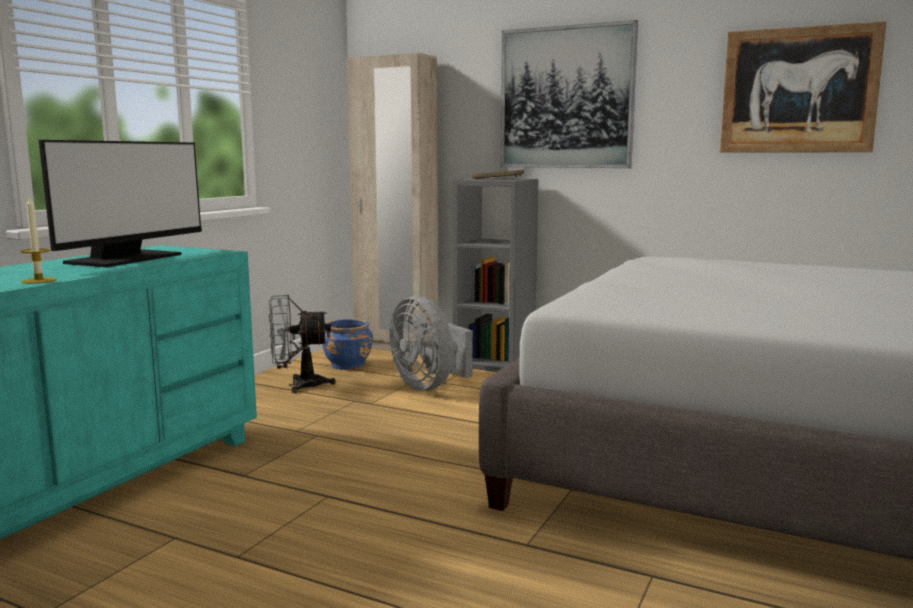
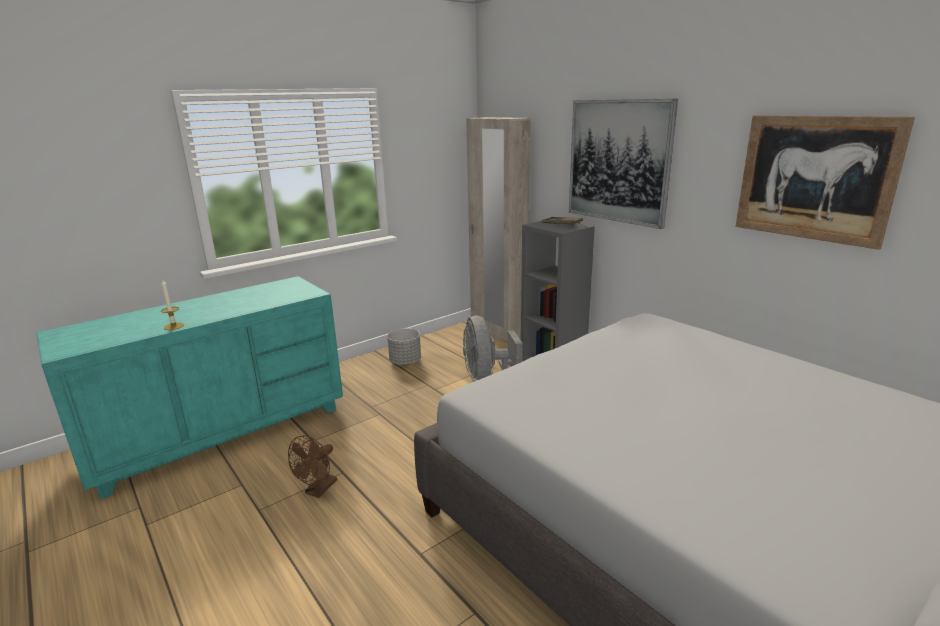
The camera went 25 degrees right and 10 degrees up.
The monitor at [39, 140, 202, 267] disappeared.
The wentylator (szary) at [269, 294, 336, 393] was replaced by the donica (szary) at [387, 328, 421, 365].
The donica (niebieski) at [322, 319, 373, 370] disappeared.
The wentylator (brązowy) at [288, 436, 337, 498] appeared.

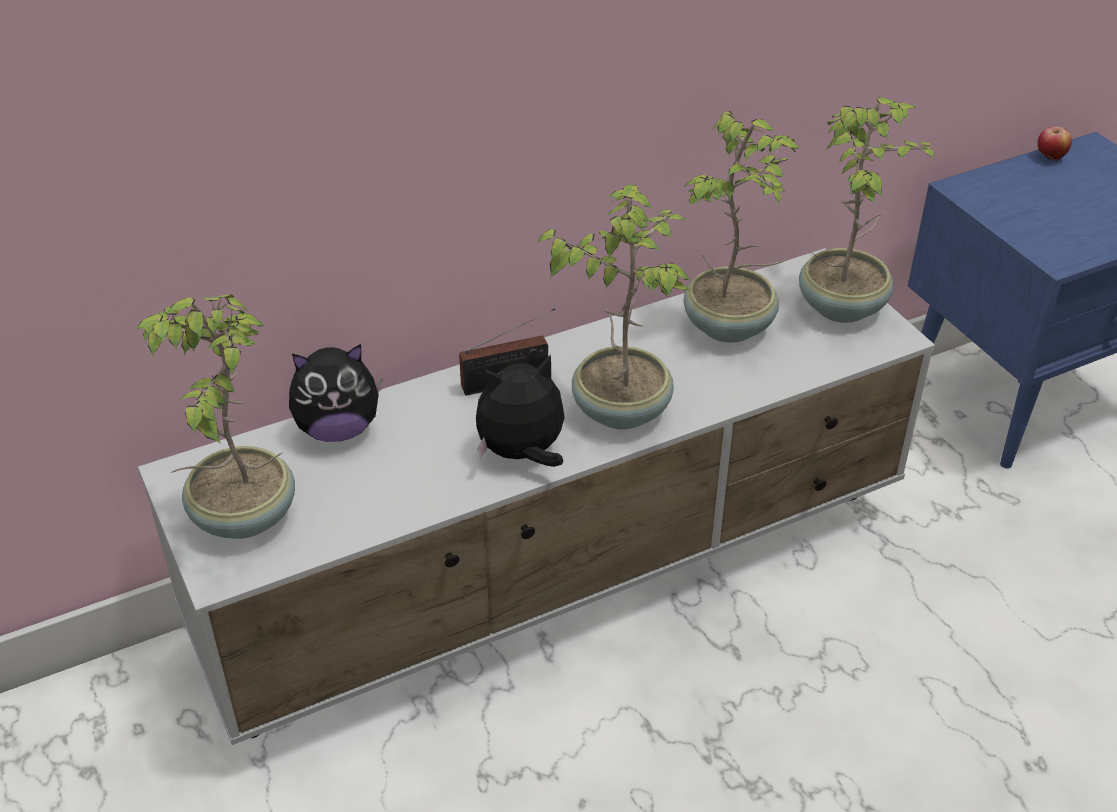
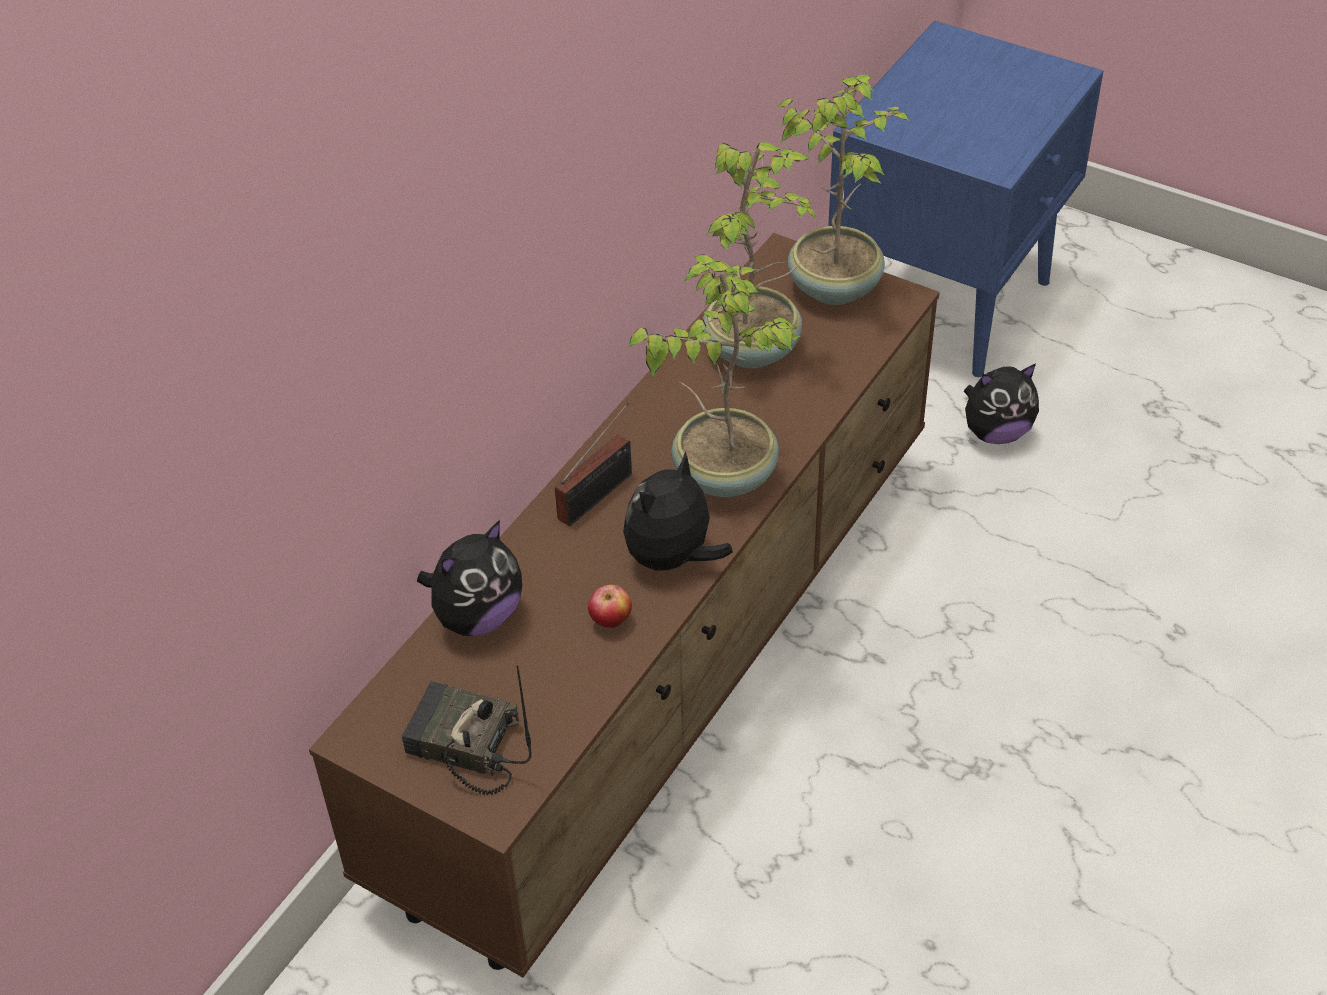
The camera went 30 degrees left and 5 degrees up.
The roślina doniczkowa at [134, 294, 295, 539] was replaced by the radio at [402, 665, 532, 795].
The szafka pod telewizor (biały) at [138, 248, 935, 745] became the szafka pod telewizor (brązowy) at [309, 233, 940, 977].
The jabłko moved from [1037, 126, 1072, 161] to [588, 585, 632, 628].
The pluszak at [964, 364, 1039, 444] appeared.

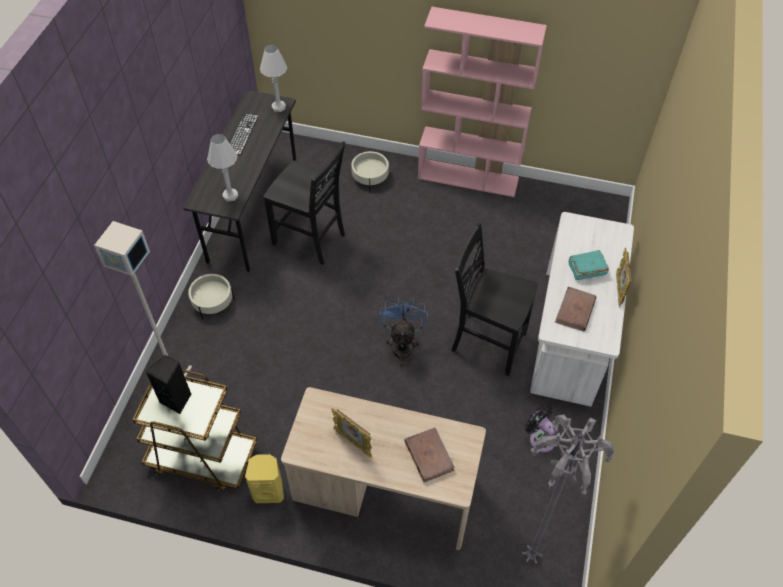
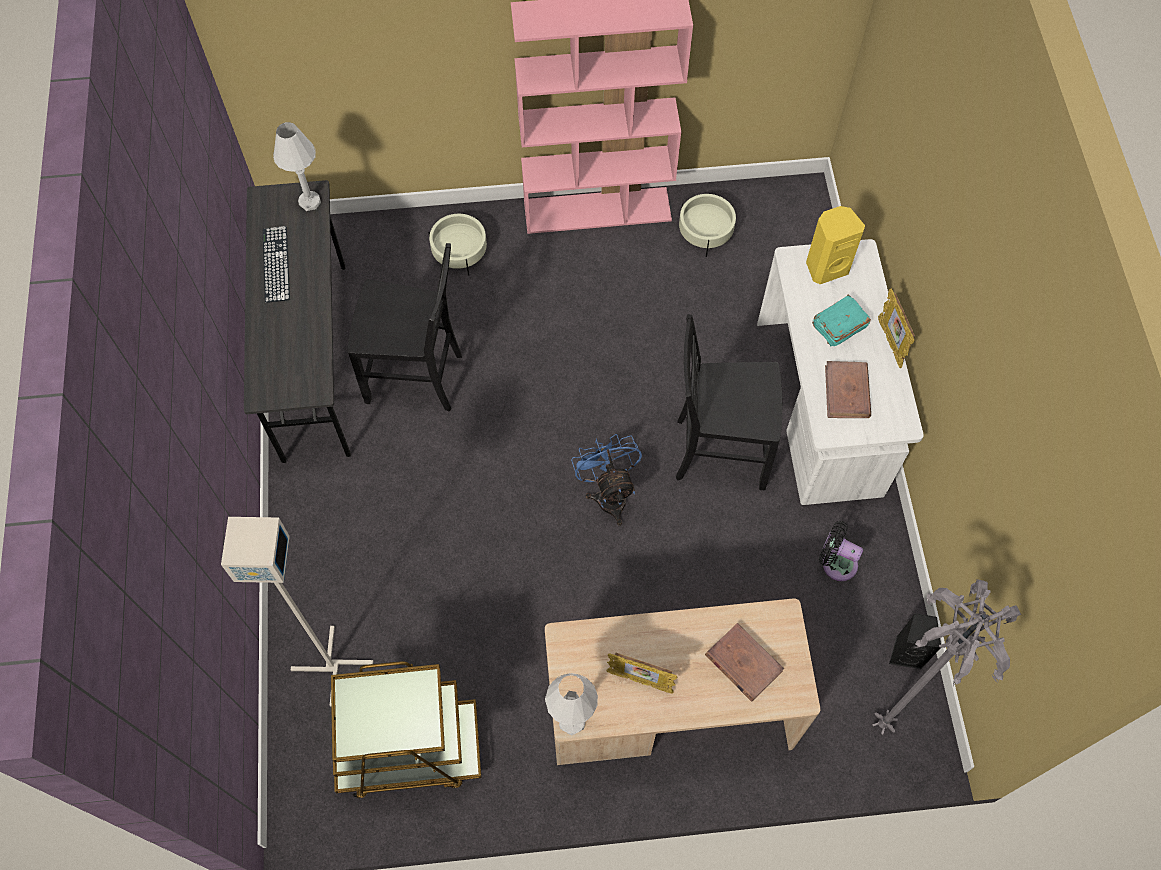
The camera went 20 degrees left and 10 degrees up.
The głośnik (czarny) moved from [145, 355, 191, 414] to [889, 613, 941, 669].
The donica (beżowy) moved from [188, 274, 235, 319] to [679, 194, 736, 257].
The lampa stołowa (biały) moved from [207, 134, 238, 201] to [545, 673, 598, 736].
The głośnik (żółty) moved from [245, 454, 284, 503] to [806, 206, 865, 284].

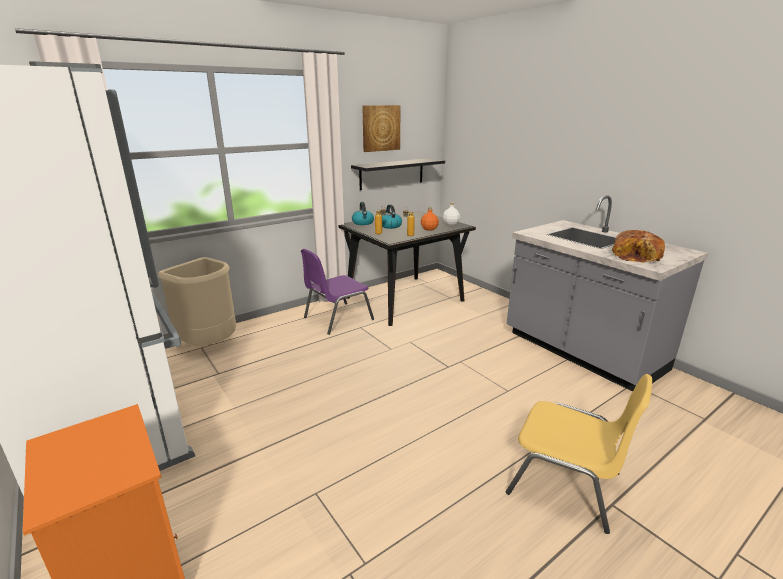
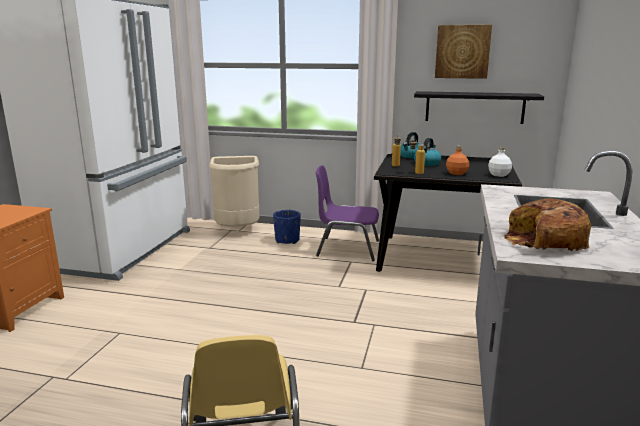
The camera went 50 degrees right and 5 degrees down.
The donica (niebieski) at [273, 210, 301, 244] appeared.

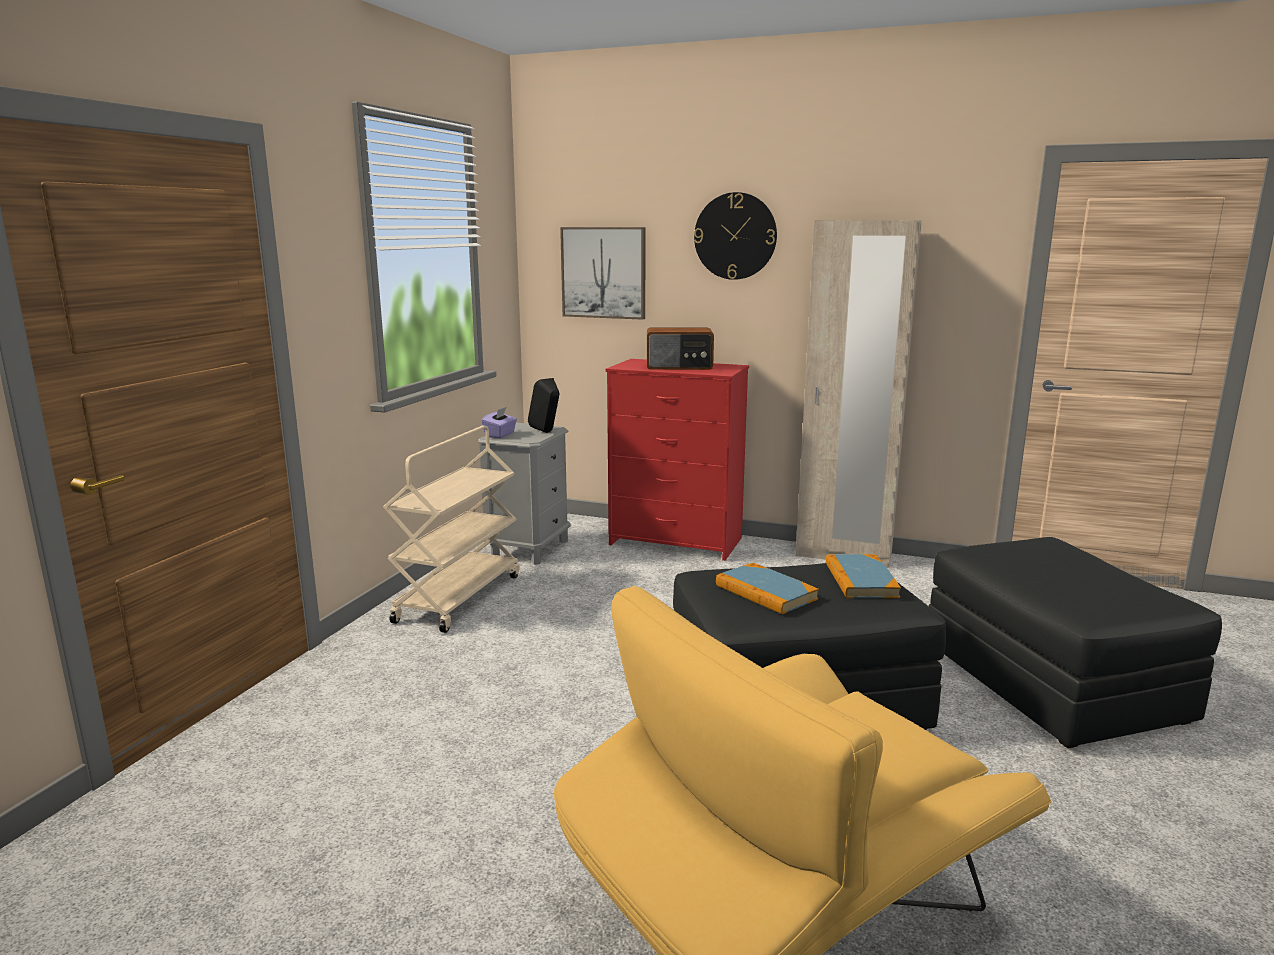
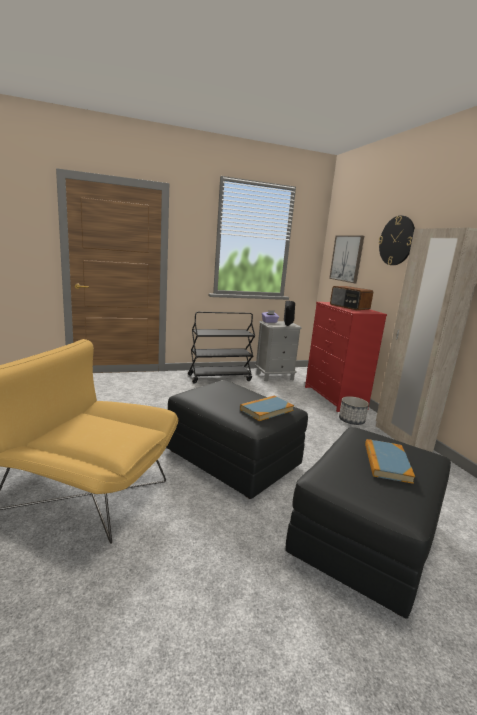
The camera went 50 degrees right and 0 degrees up.
The wózek (beżowy) at [383, 426, 519, 633] became the wózek (czarny) at [188, 312, 255, 384].
The książka moved from [716, 563, 819, 614] to [365, 439, 415, 484].
The donica at [339, 396, 369, 425] appeared.

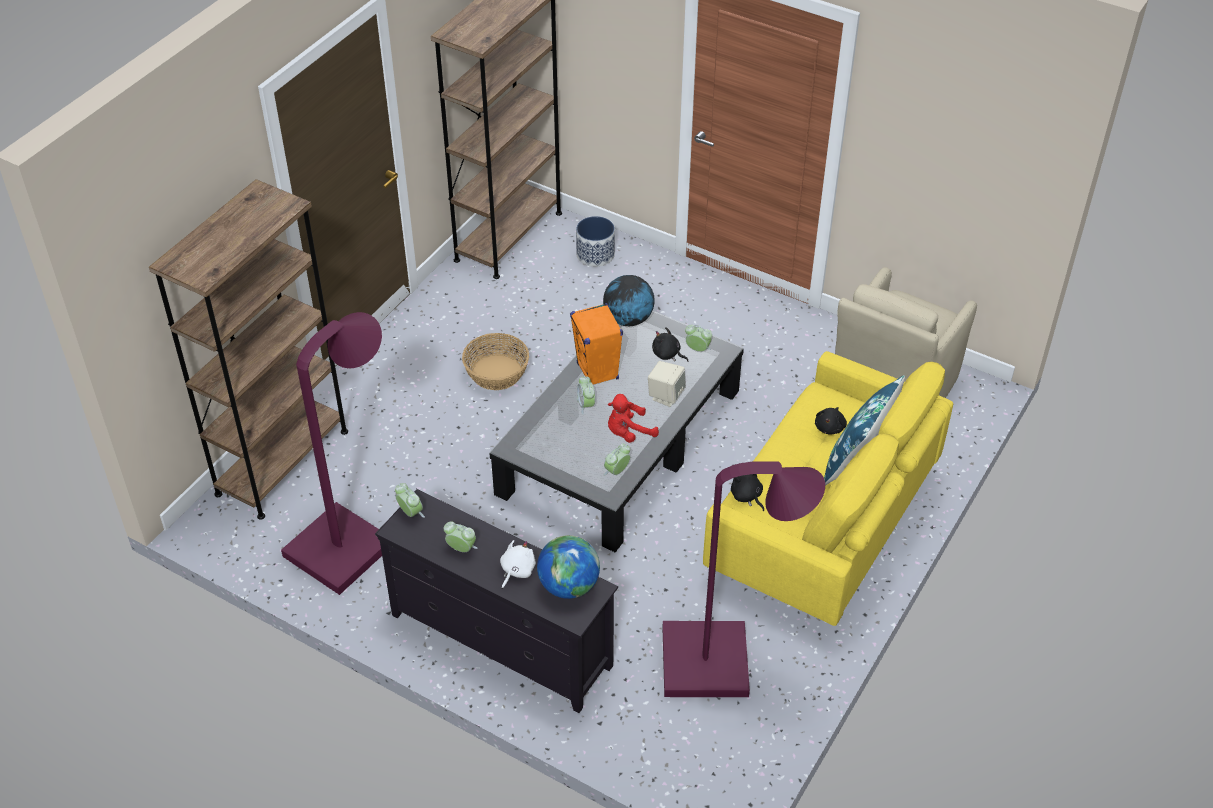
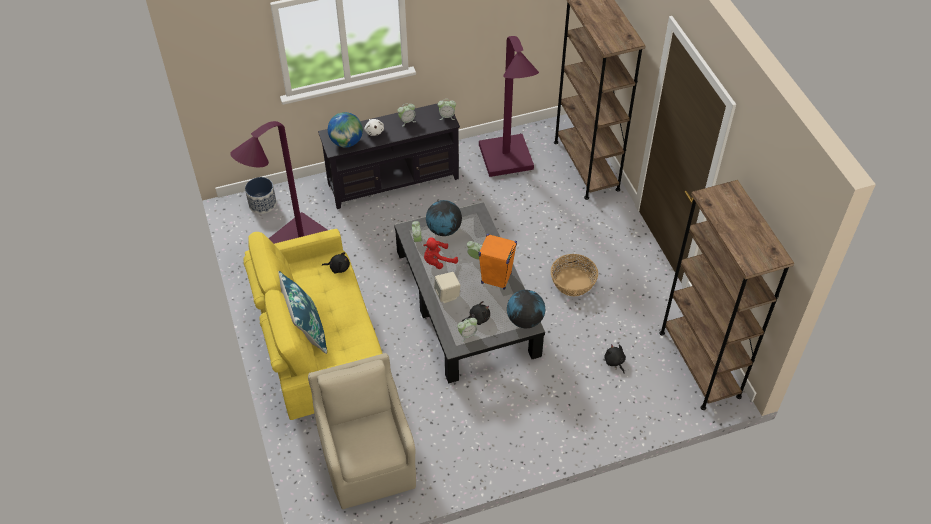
The camera went 130 degrees right and 5 degrees up.
The donica moved from [576, 216, 615, 267] to [245, 177, 276, 214].
The pluszak (czerwony) at [608, 394, 659, 443] turned 135 degrees counterclockwise.
The pluszak (czarny) moved from [815, 407, 847, 435] to [604, 344, 626, 373].
The globus at [426, 200, 462, 236] appeared.

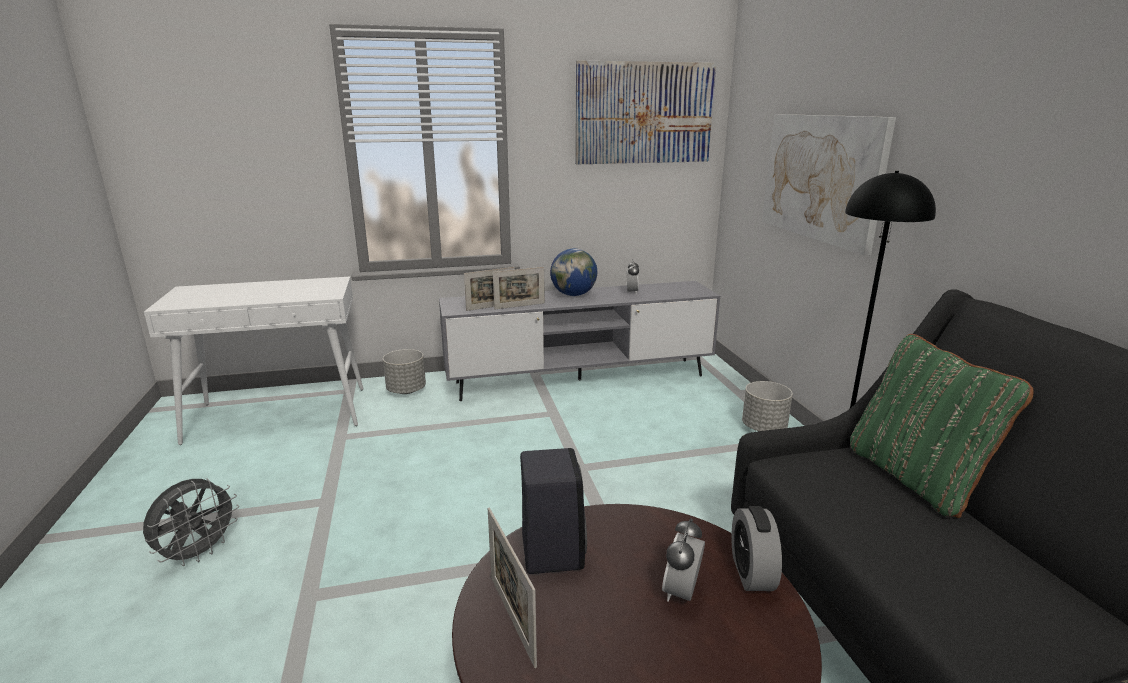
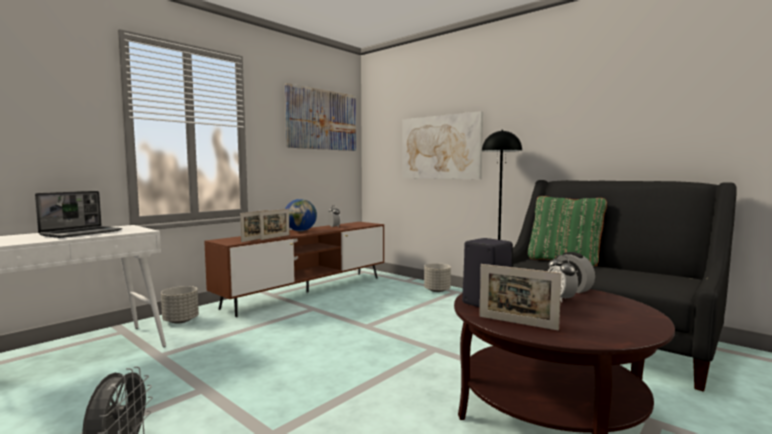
The camera went 35 degrees left and 15 degrees down.
The szafka pod telewizor (szary) at [439, 281, 720, 401] became the szafka pod telewizor (brązowy) at [204, 222, 384, 317].
The laptop at [35, 191, 122, 238] appeared.

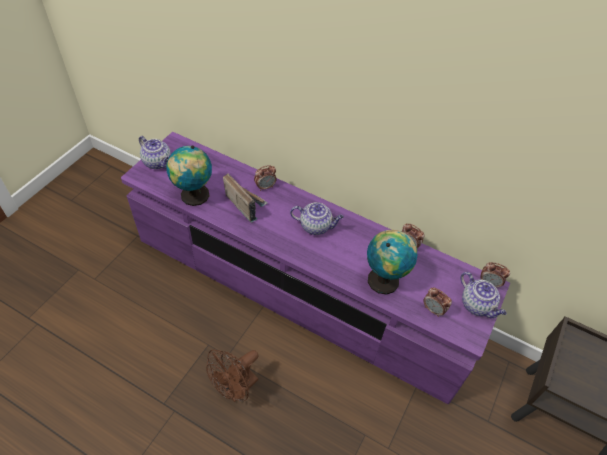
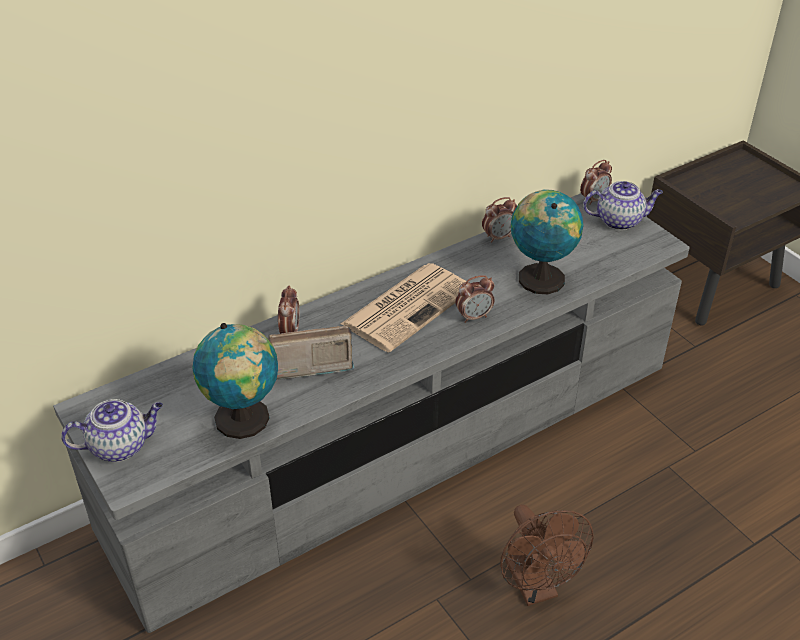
The camera went 60 degrees left and 10 degrees down.
The szafka pod telewizor (fioletowy) at [121, 132, 510, 404] became the szafka pod telewizor (szary) at [53, 193, 689, 633].
The imbryk at [290, 202, 344, 235] was replaced by the gazeta at [341, 263, 467, 352].
The budzik moved from [423, 287, 452, 317] to [455, 275, 494, 323].

